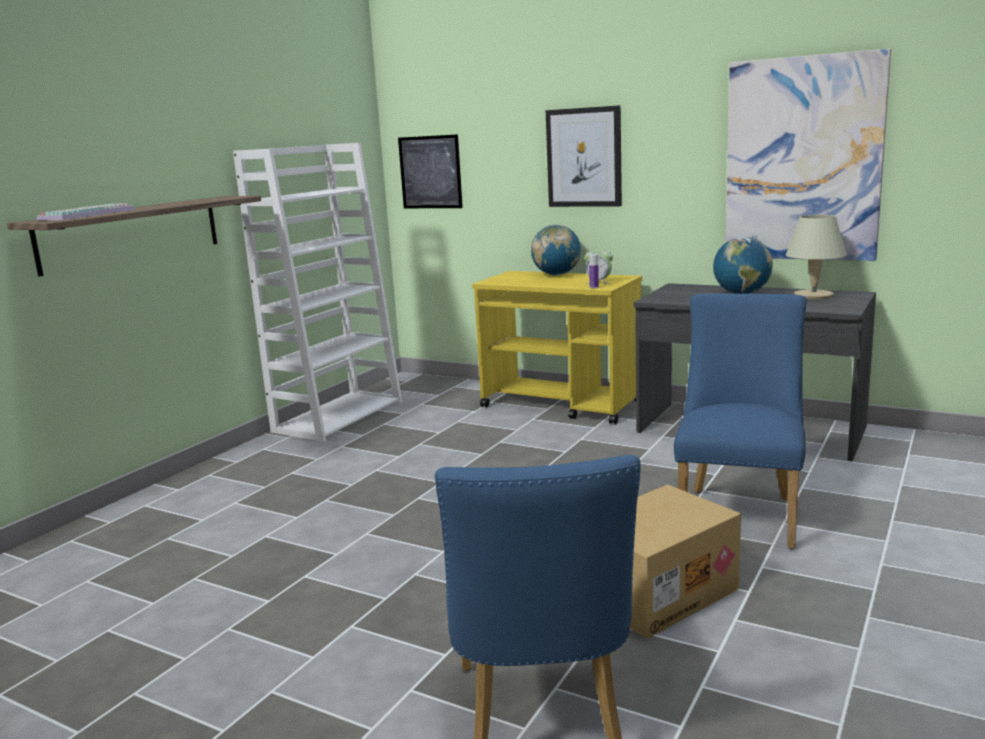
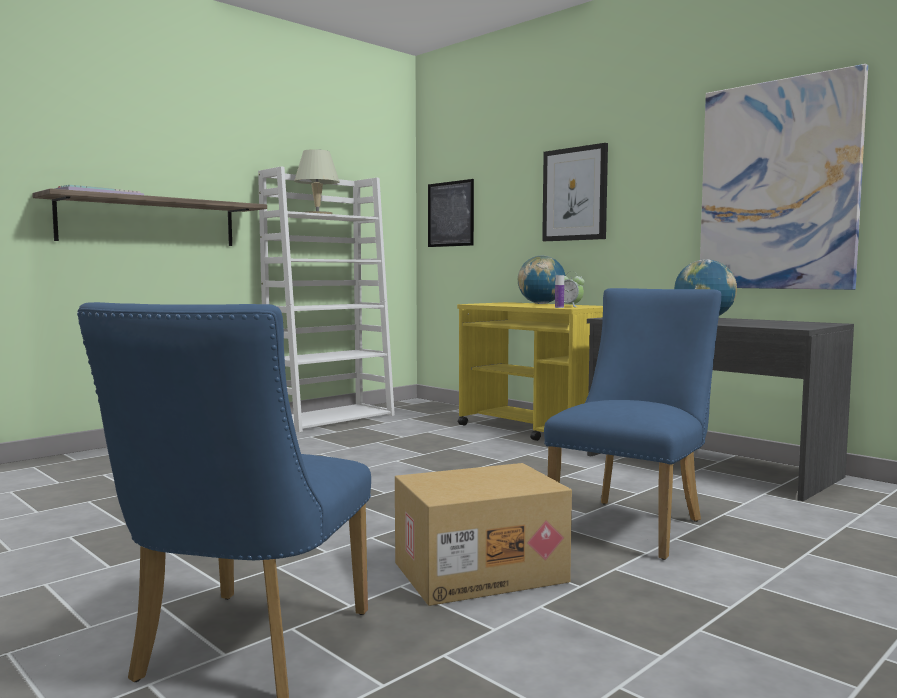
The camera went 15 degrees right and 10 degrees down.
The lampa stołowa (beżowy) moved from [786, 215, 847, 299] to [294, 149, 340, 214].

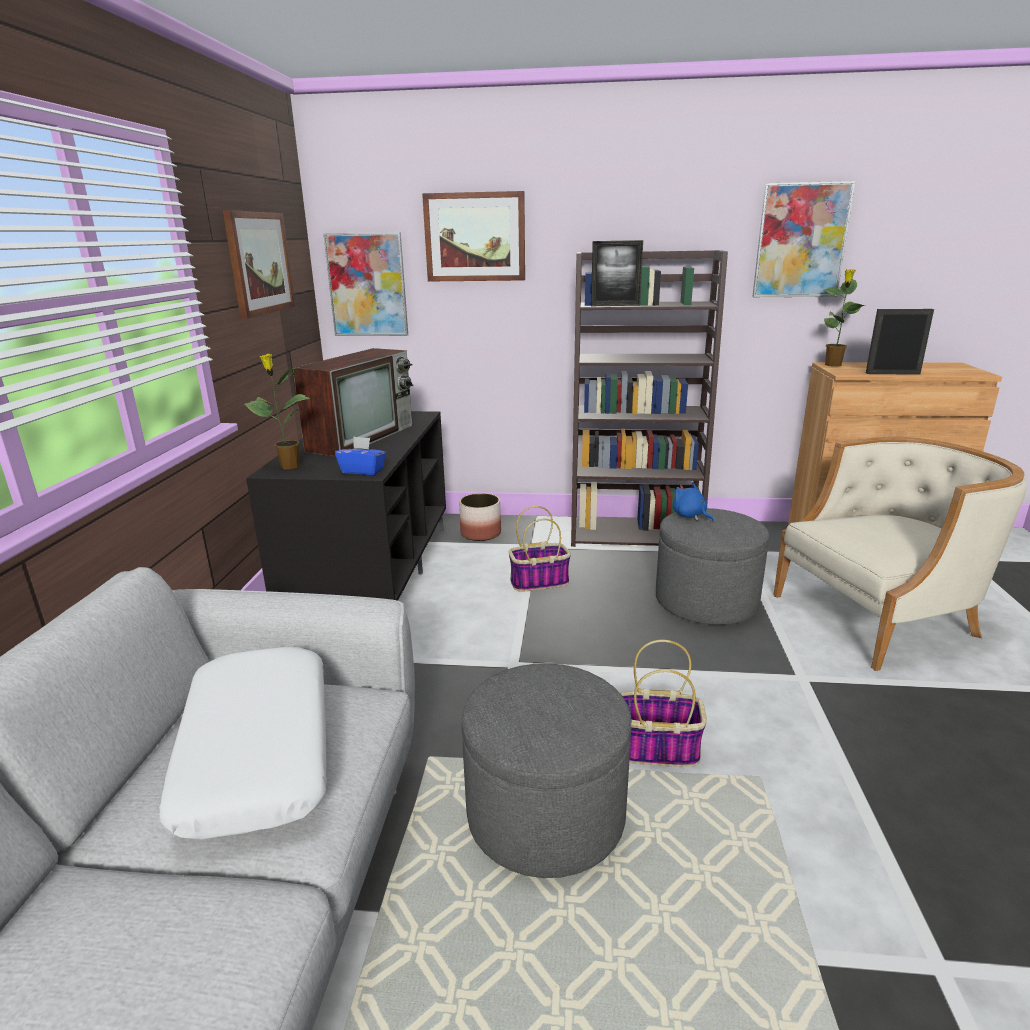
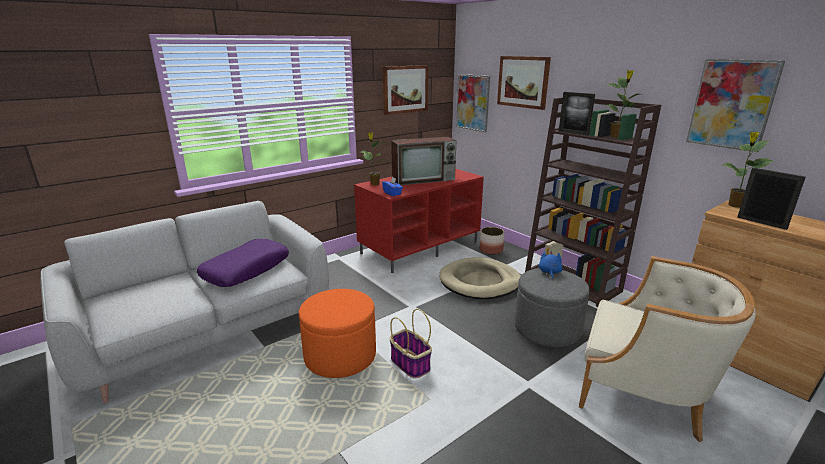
The camera went 45 degrees right and 0 degrees up.
The poduszka (biały) at [159, 647, 327, 839] became the poduszka (fioletowy) at [197, 239, 289, 287].
The szafka pod telewizor (czarny) at [246, 411, 446, 601] became the szafka pod telewizor (czerwony) at [354, 169, 484, 273].
The pufa (szary) at [461, 663, 631, 878] became the pufa (pomarańczowy) at [299, 289, 376, 378].
The koszyk at [509, 506, 571, 592] was replaced by the legowisko (beżowy) at [439, 257, 521, 299].
The roślina doniczkowa at [605, 70, 642, 138] appeared.

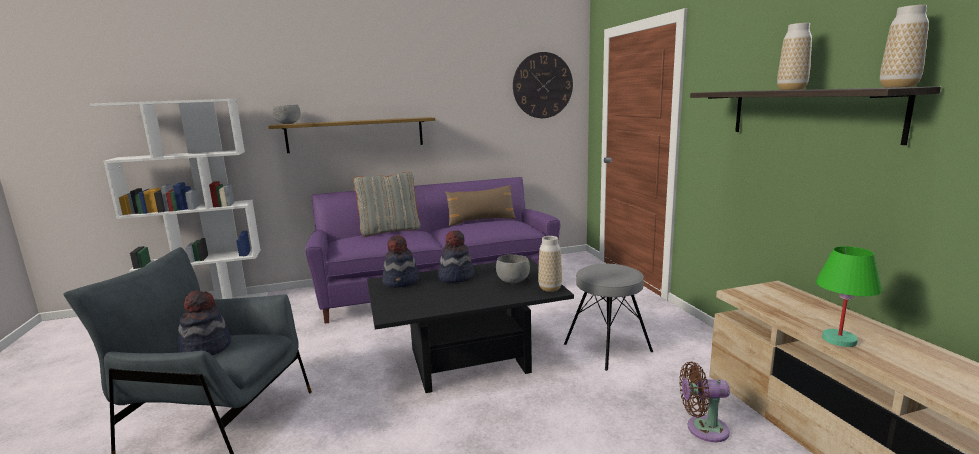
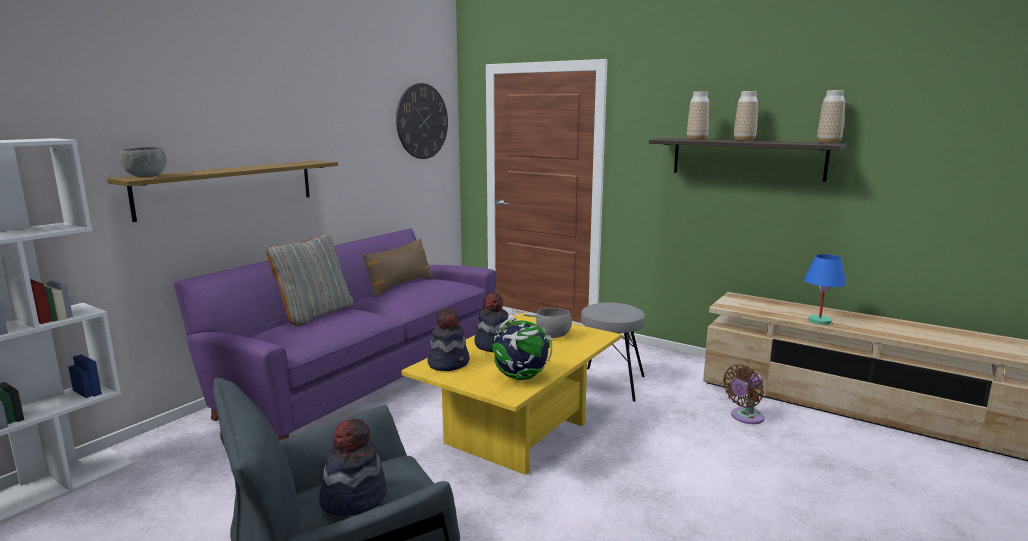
The camera went 40 degrees left and 0 degrees up.
The ława (czarny) at [367, 258, 574, 393] became the ława (żółty) at [401, 313, 621, 475].
The wazon moved from [538, 236, 562, 292] to [687, 91, 709, 140].
The lampa stołowa (zielony) at [816, 246, 882, 347] became the lampa stołowa (niebieski) at [804, 254, 846, 325].
The globus at [492, 314, 552, 380] appeared.

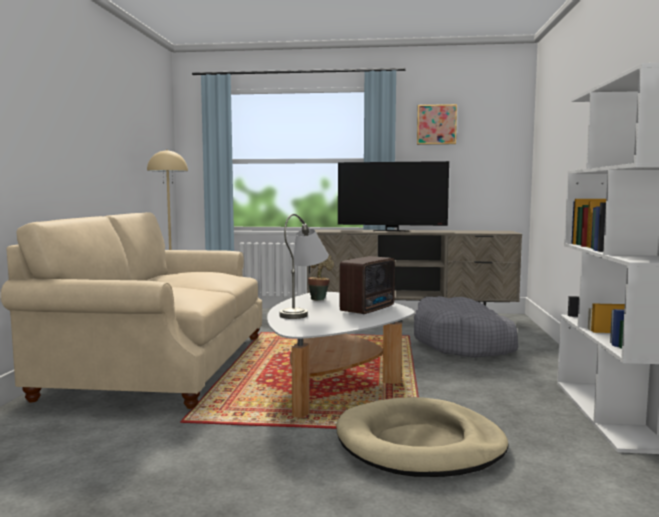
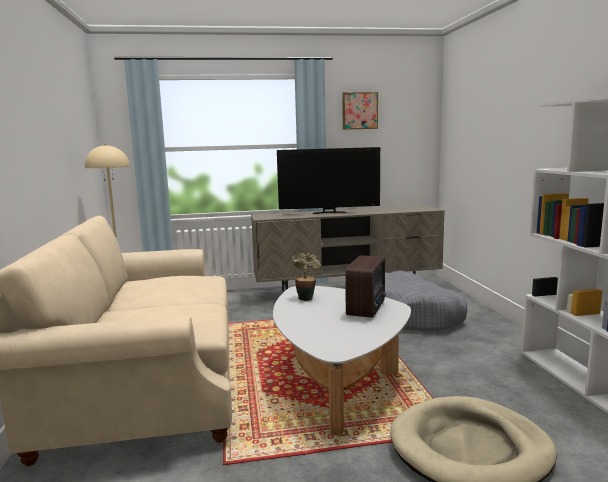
The camera went 15 degrees left and 5 degrees up.
The lampa stołowa (szary) at [279, 214, 329, 319] disappeared.

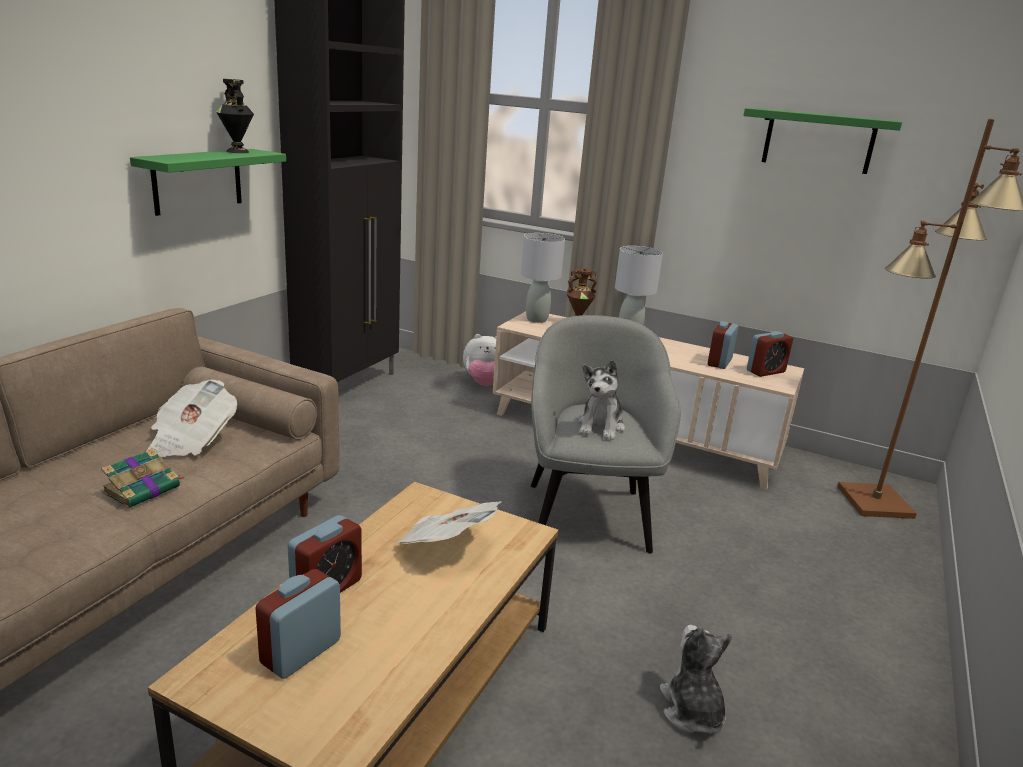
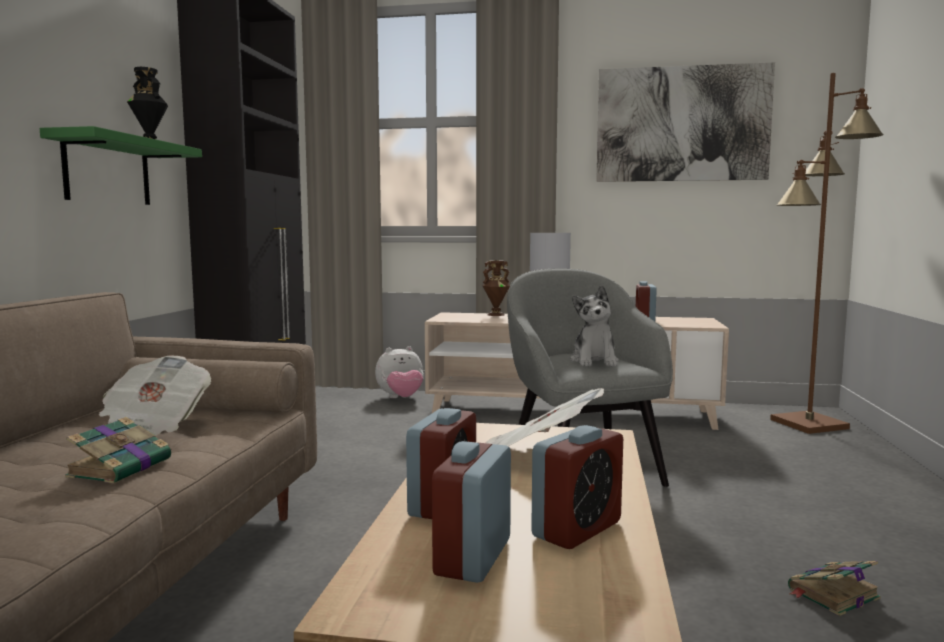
The camera went 15 degrees left and 15 degrees down.
The lampa stołowa (szary) at [521, 233, 565, 323] disappeared.
The pluszak at [660, 625, 733, 734] was replaced by the książka at [788, 561, 881, 616].
The półka (zielony) at [743, 108, 902, 174] was replaced by the obraz at [596, 62, 775, 182].
The budzik moved from [747, 331, 793, 377] to [531, 425, 623, 549].

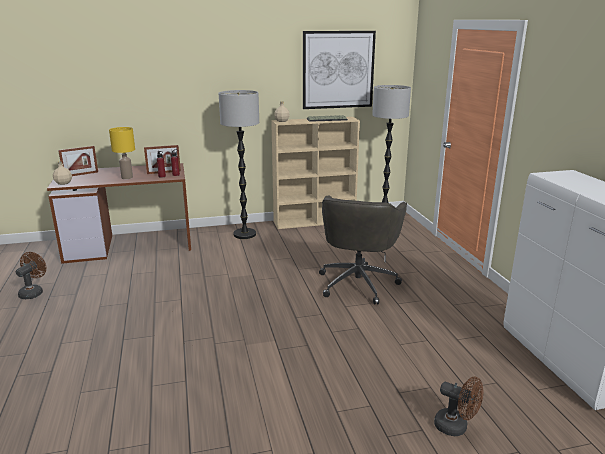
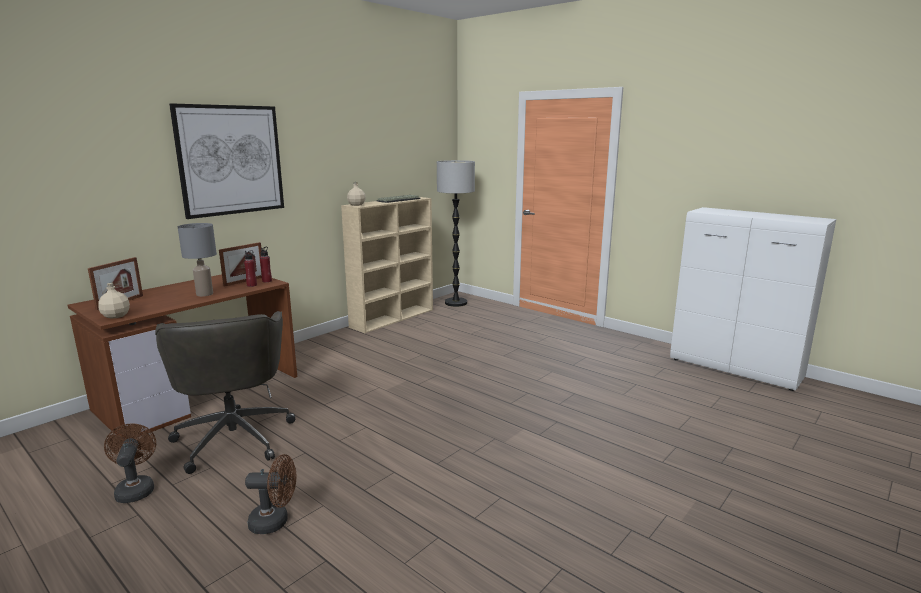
The camera went 35 degrees left and 5 degrees down.
The lampa stołowa (żółty) at [109, 127, 135, 179] became the lampa stołowa (szary) at [178, 223, 217, 296].
The lampa stojąca at [219, 90, 259, 239] disappeared.
The obraz moved from [303, 31, 376, 109] to [169, 103, 284, 219].
The krzesło biurowe (szary) moved from [319, 195, 407, 305] to [155, 311, 295, 474].
The wentylator (brązowy) moved from [434, 377, 484, 436] to [245, 454, 296, 534].

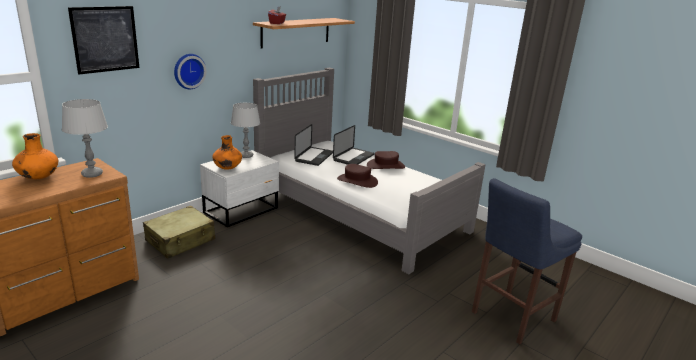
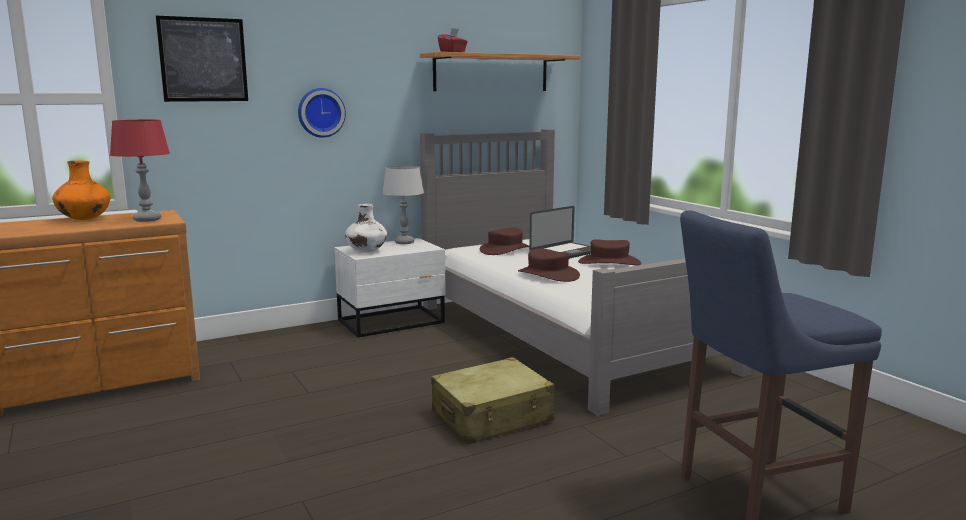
The camera went 20 degrees right and 10 degrees down.
The lampa stołowa (szary) at [62, 99, 108, 178] became the lampa stołowa (czerwony) at [110, 120, 170, 222].
The walizka (beżowy) moved from [143, 206, 215, 259] to [431, 357, 554, 444].
The wazon (pomarańczowy) at [212, 135, 242, 170] became the wazon (biały) at [345, 204, 387, 252].
The laptop at [294, 124, 333, 166] was replaced by the kapelusz (brązowy) at [480, 228, 529, 255].

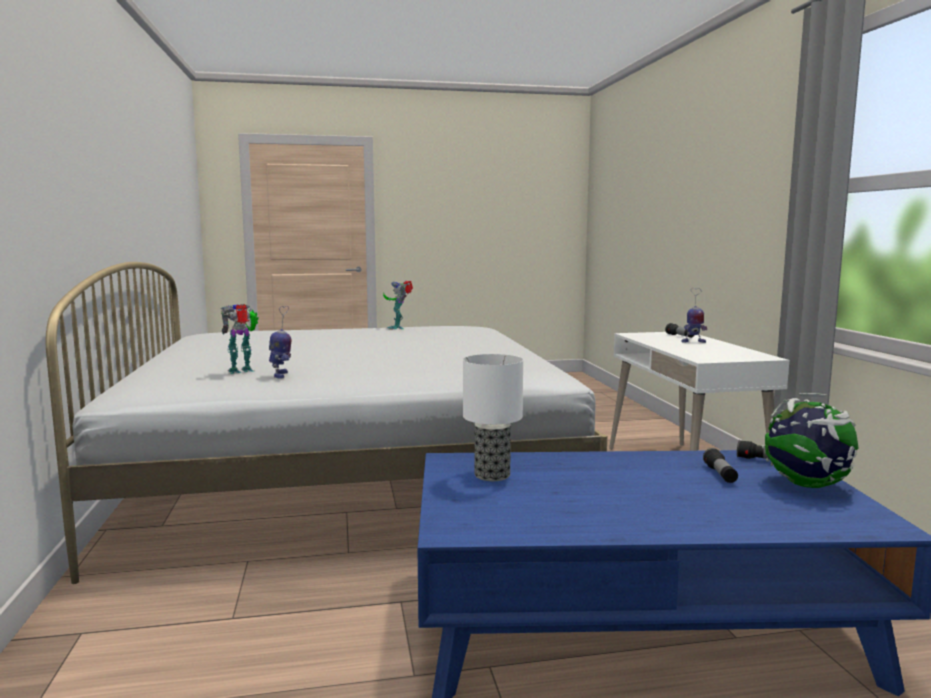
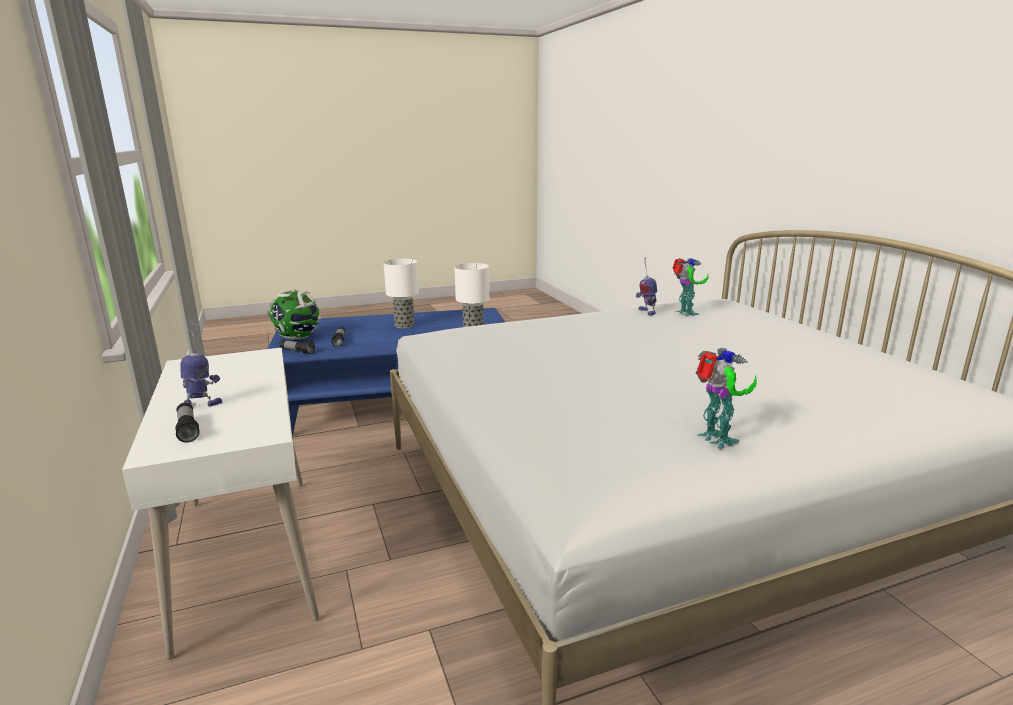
The camera went 170 degrees right and 10 degrees up.
The robot zabawkowy at [220, 304, 259, 374] turned 60 degrees counterclockwise.
The lampa stołowa at [384, 259, 419, 329] appeared.

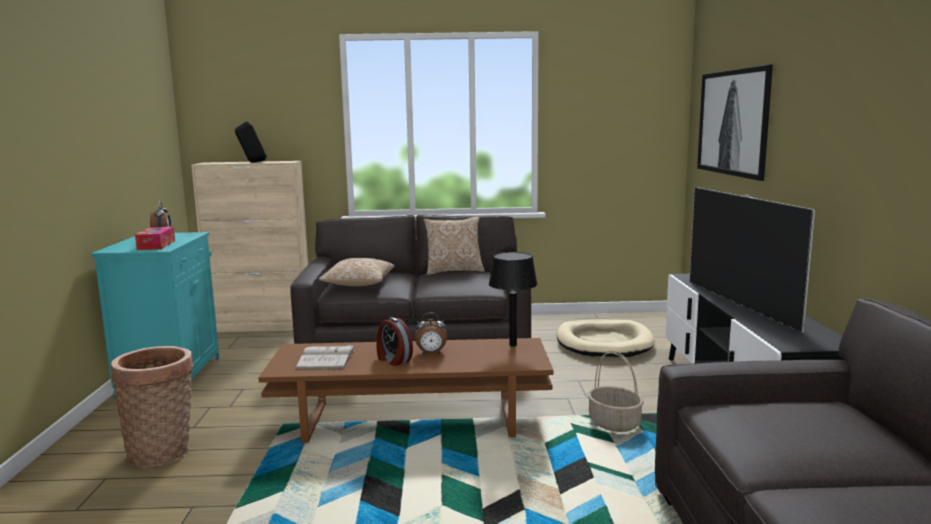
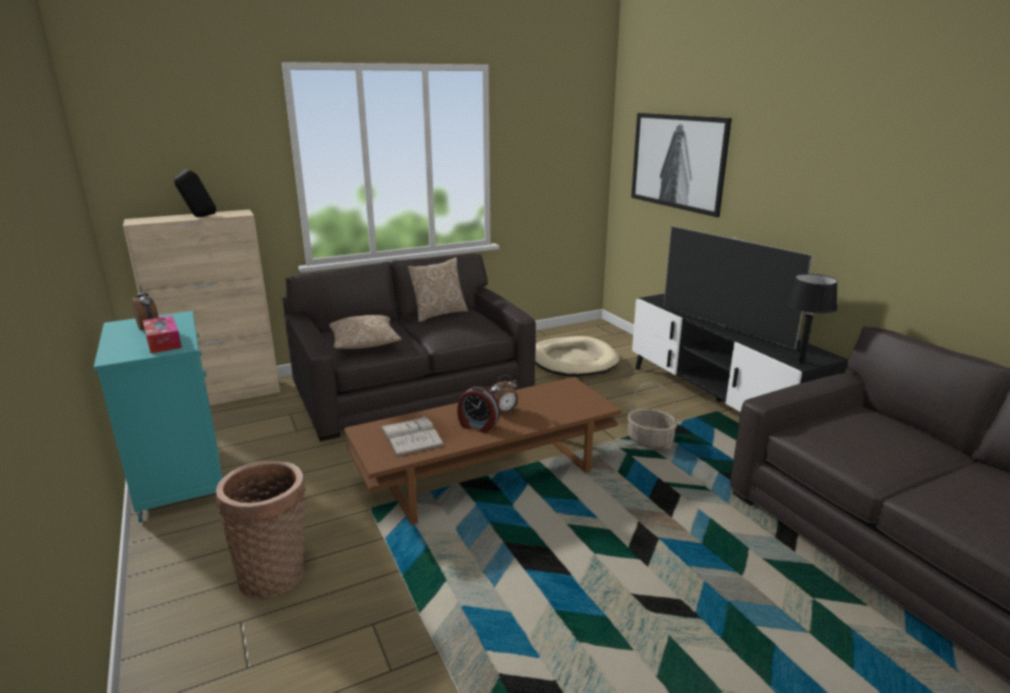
The camera went 25 degrees left and 10 degrees up.
The lampa stołowa (czarny) moved from [489, 252, 538, 346] to [786, 274, 838, 364].

